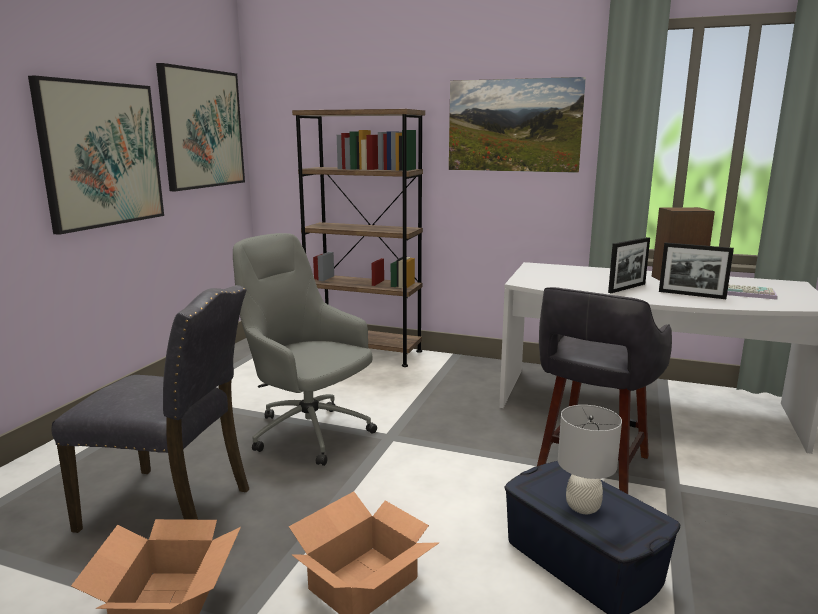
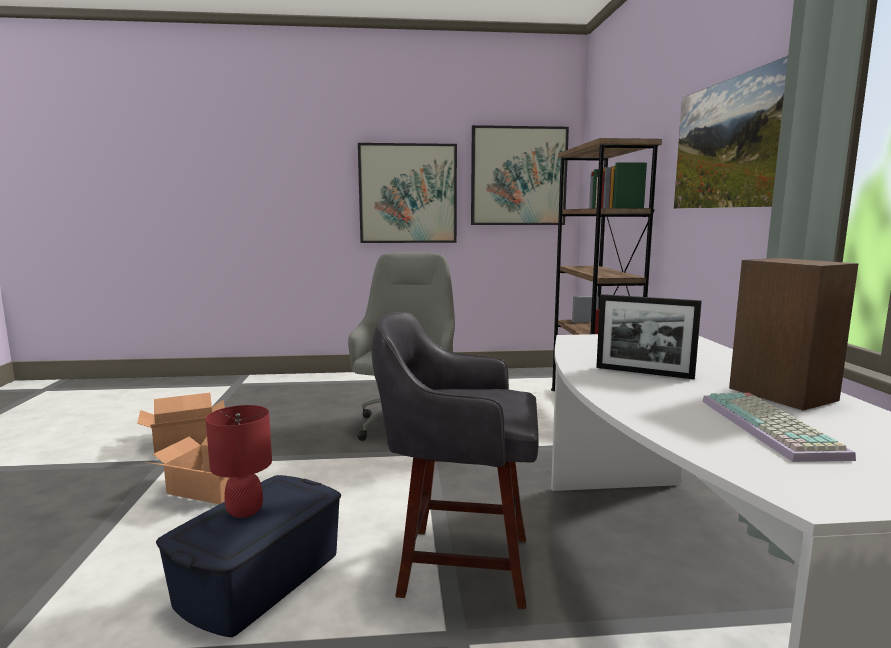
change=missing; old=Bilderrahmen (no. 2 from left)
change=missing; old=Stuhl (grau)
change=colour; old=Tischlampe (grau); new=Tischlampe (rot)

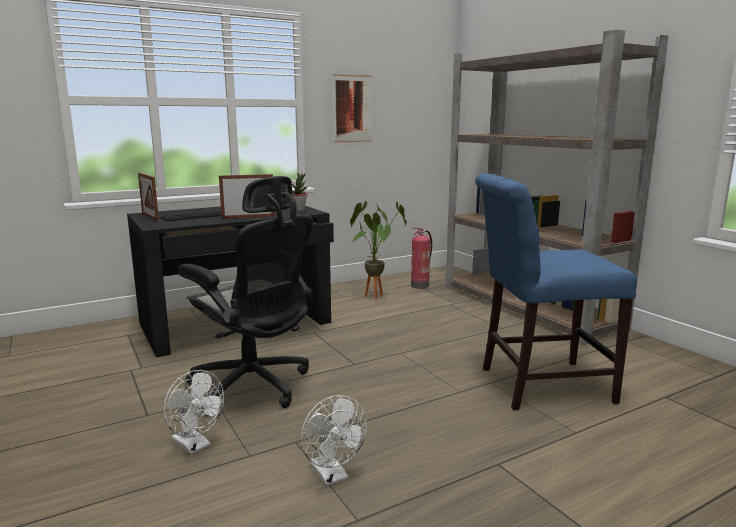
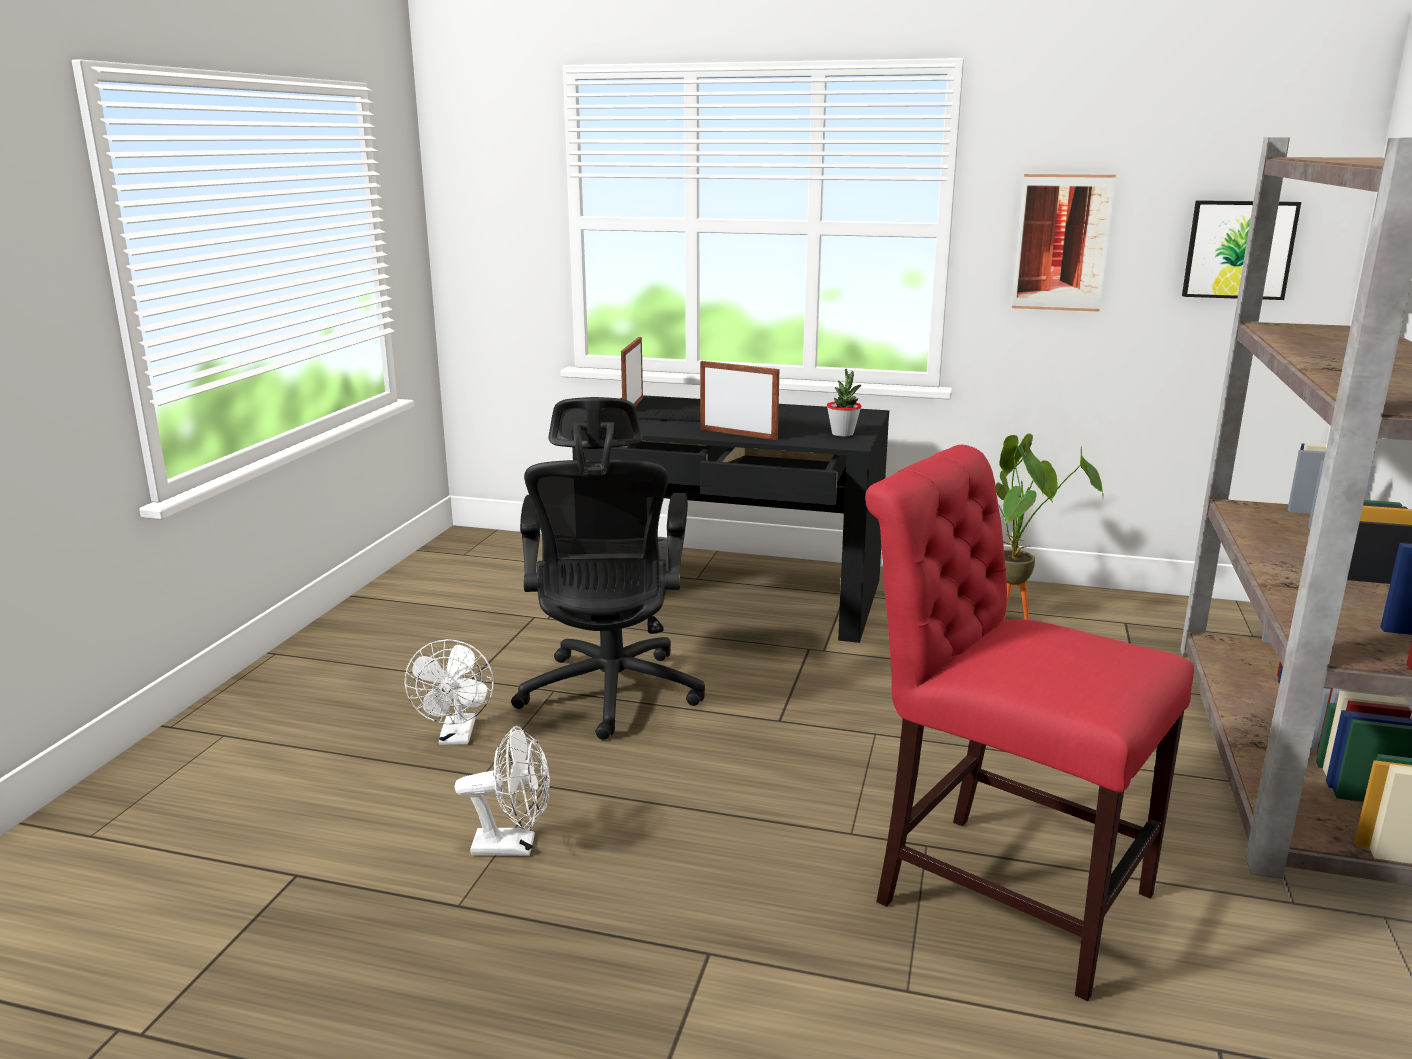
change=colour; old=Stuhl (blau); new=Stuhl (rot)
change=missing; old=Feuerlöscher
change=spun; old=Ventilator (weiß) (no. 2 from left); degrees=-105
change=appeared; new=Bild (no. 2 from left)

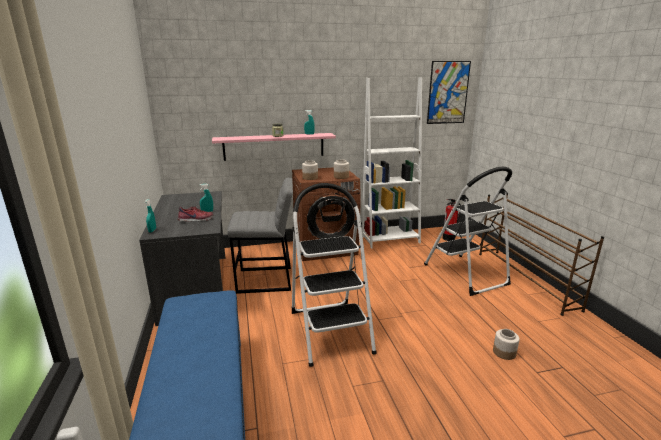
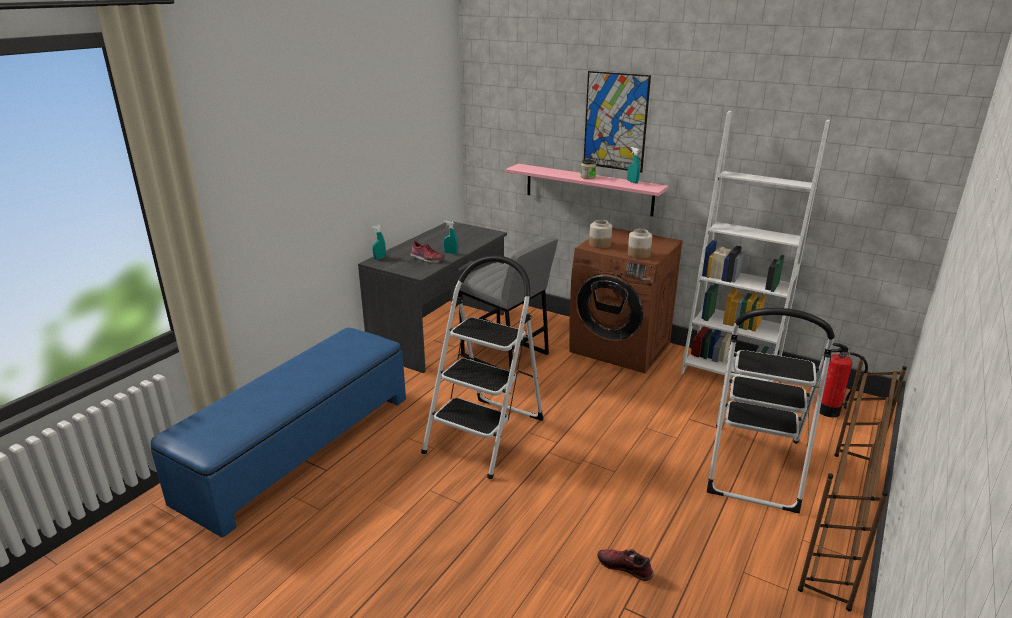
change=relocated; old=Bild
change=exchanged; old=Vorratsglas (no. 4 from left); new=Schuh (no. 2 from left)

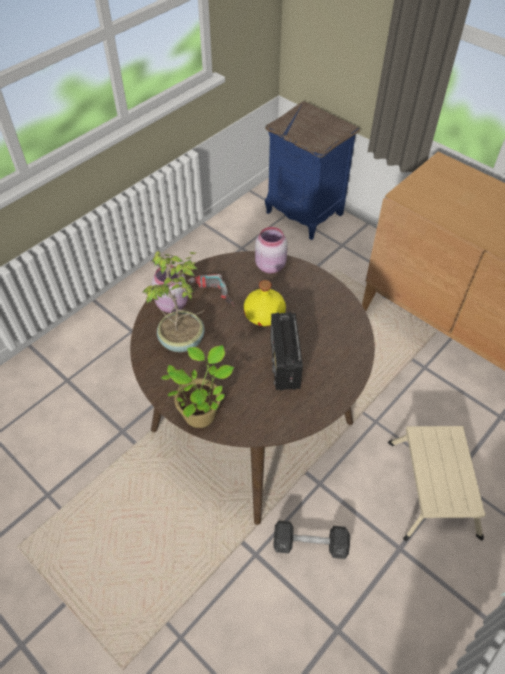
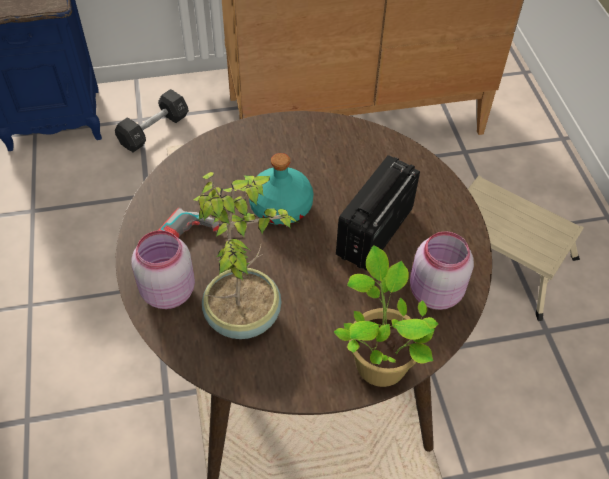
change=relocated; old=Vorratsglas (rosa) (no. 2 from left)
change=colour; old=Flasche (gelb); new=Flasche (türkis)
change=spun; old=Radio; degrees=90
change=relocated; old=Hantel (schwarz)

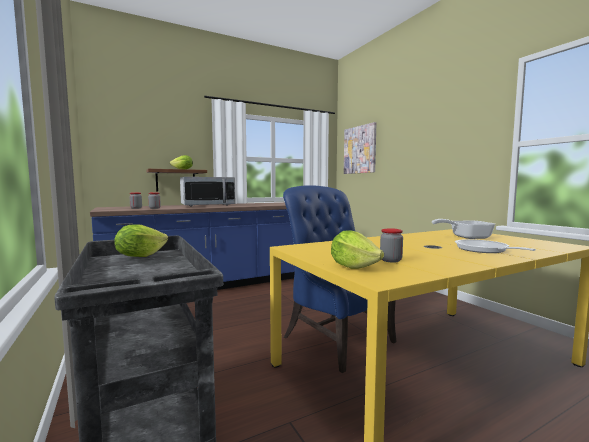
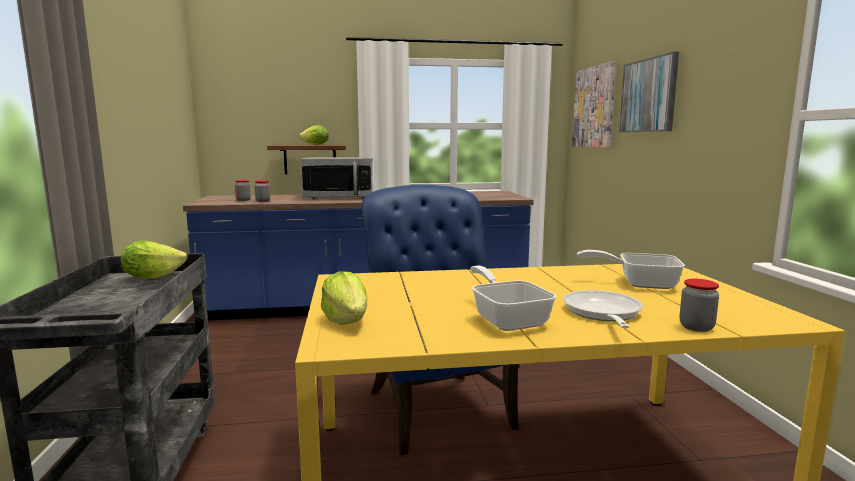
change=relocated; old=Vorratsglas (no. 3 from left)
change=appeared; new=Bild (no. 2 from left)
change=appeared; new=Pfanne (no. 1 from left)

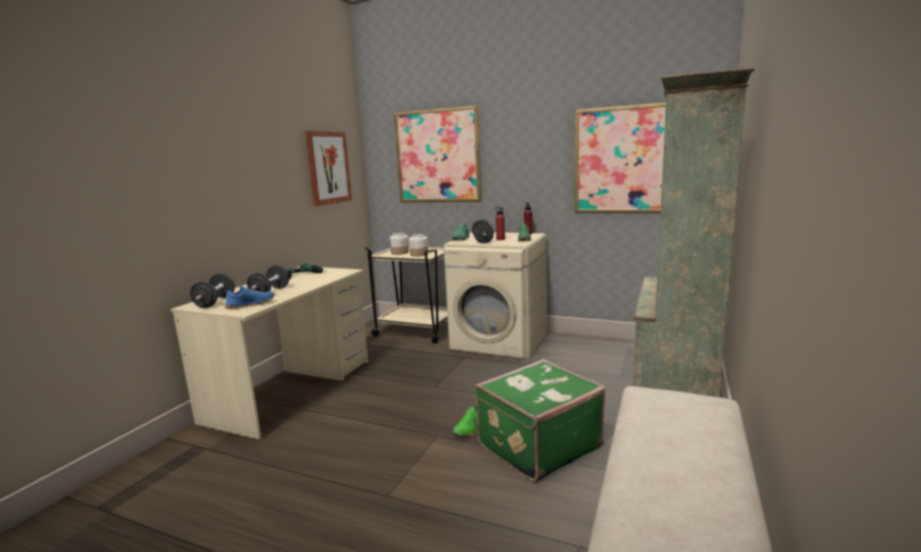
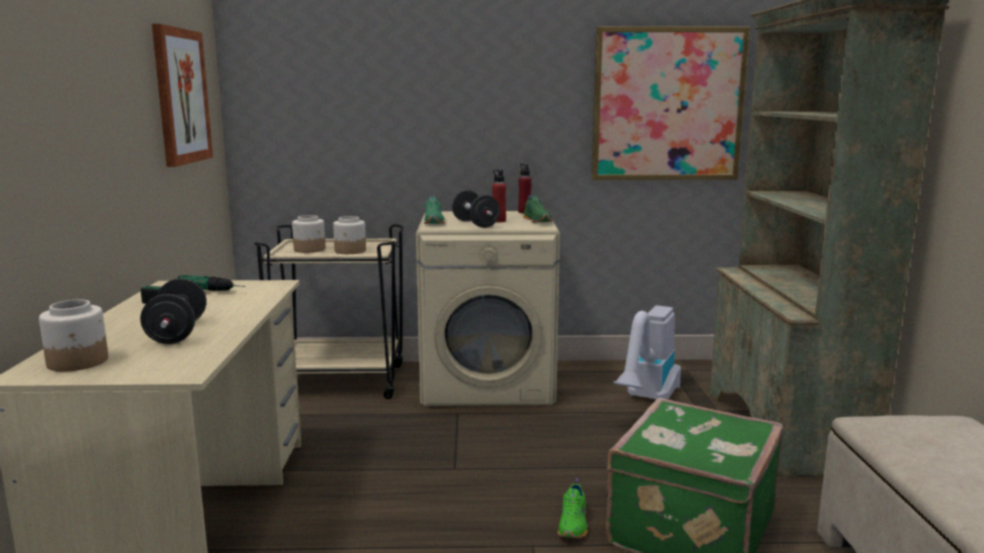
change=missing; old=Bild (no. 2 from left)
change=exchanged; old=Hantel (schwarz) (no. 1 from left); new=Vorratsglas (no. 1 from left)
change=missing; old=Schuh (blau)
change=appeared; new=Staubsauger

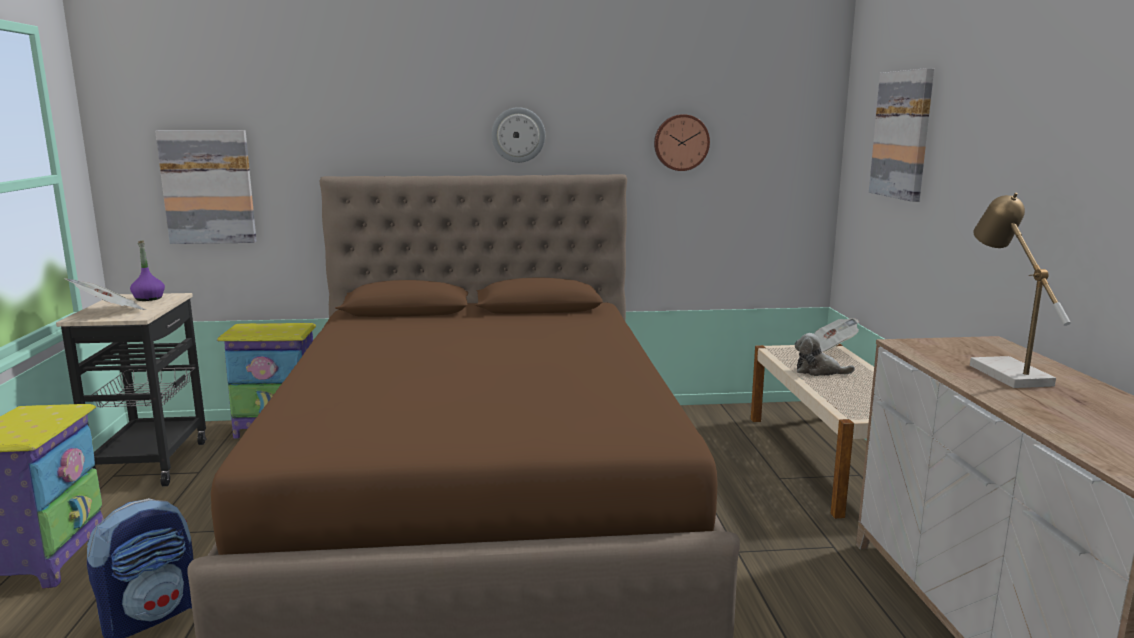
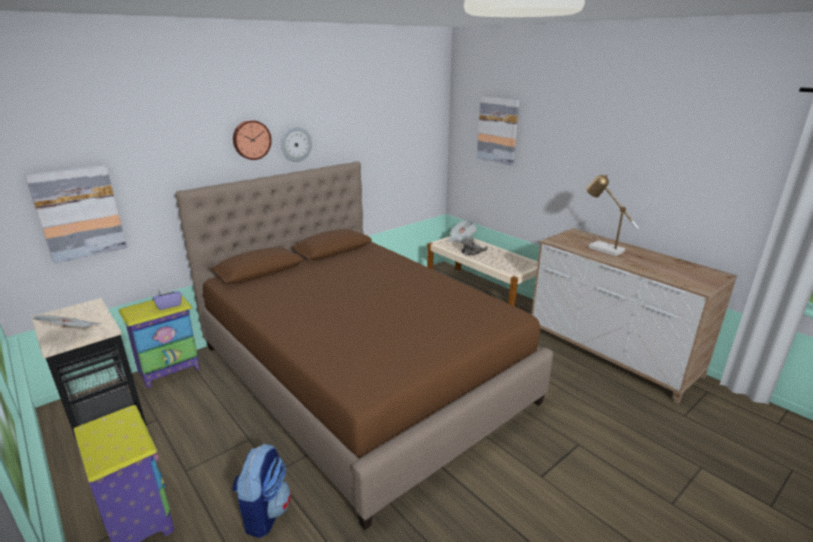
change=relocated; old=Wanduhr (no. 2 from left in the first image); new=Wanduhr (no. 1 from left)
change=missing; old=Flasche (lila)
change=appeared; new=Taschentuchbox (lila)

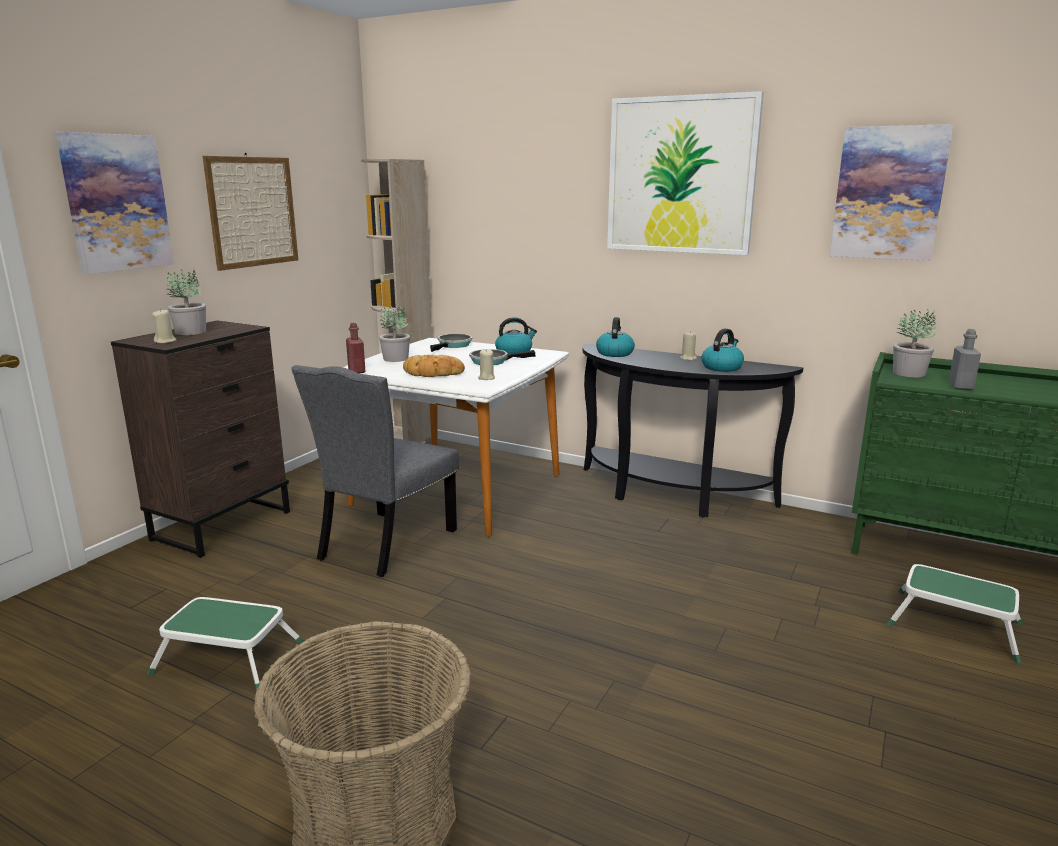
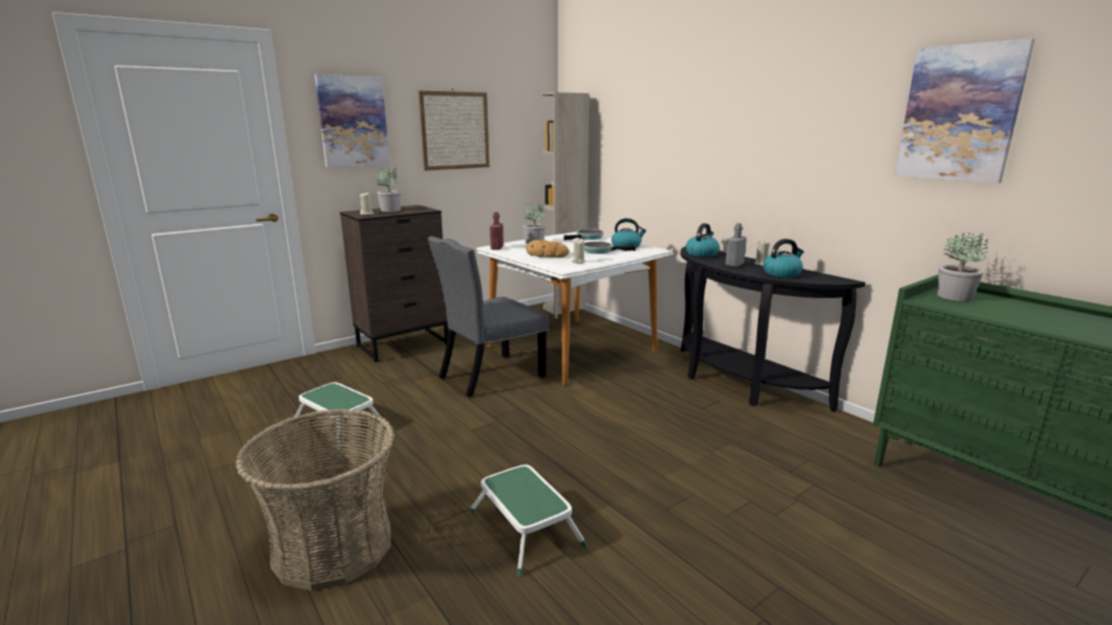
change=missing; old=Bild (no. 3 from left)
change=relocated; old=Flasche (grau)
change=relocated; old=Trittleiter (grün) (no. 2 from left)

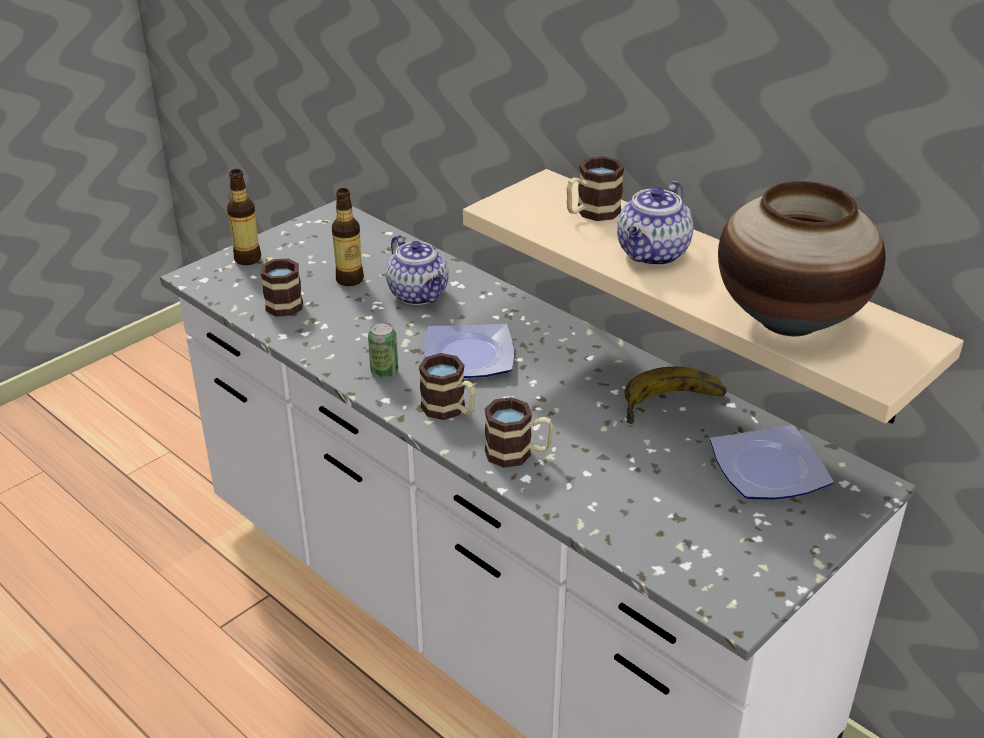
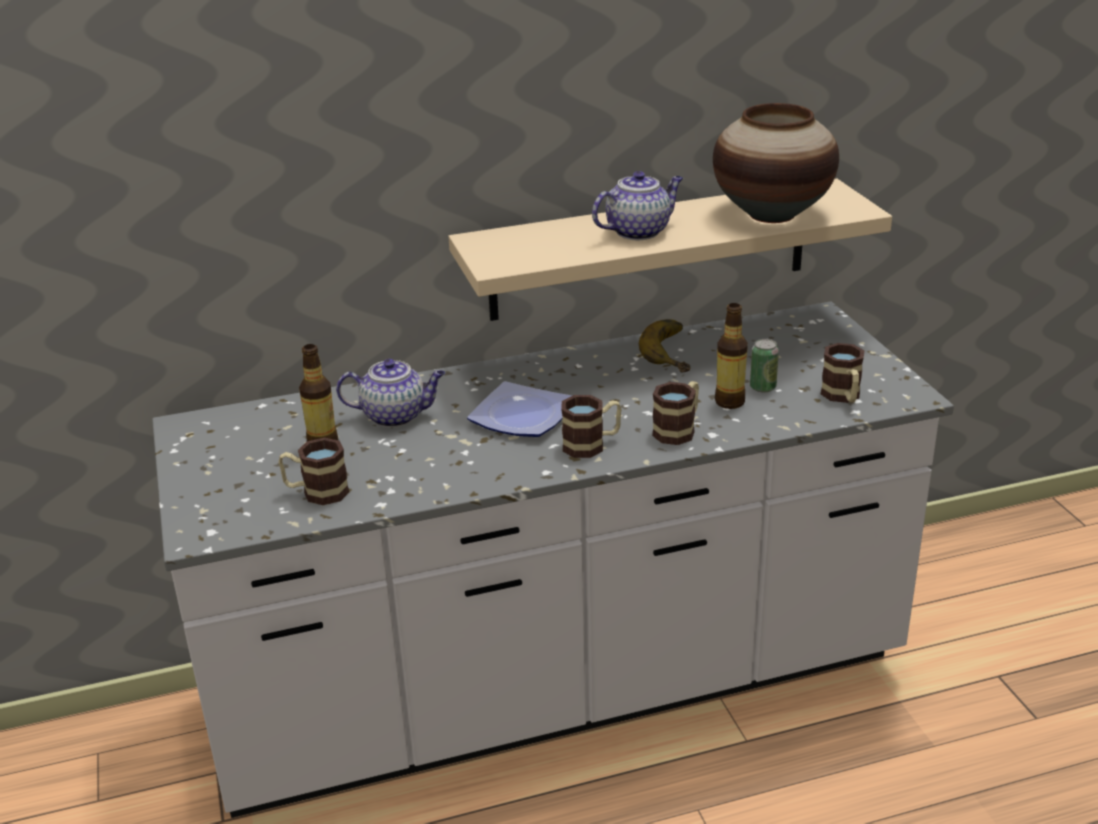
change=relocated; old=Henkelbecher (no. 4 from left)
change=relocated; old=Flasche (no. 1 from left in the first image); new=Flasche (no. 2 from left)
change=spun; old=Teekanne (no. 2 from left); degrees=-90
change=relocated; old=Dose
change=missing; old=Teller (no. 2 from left)

